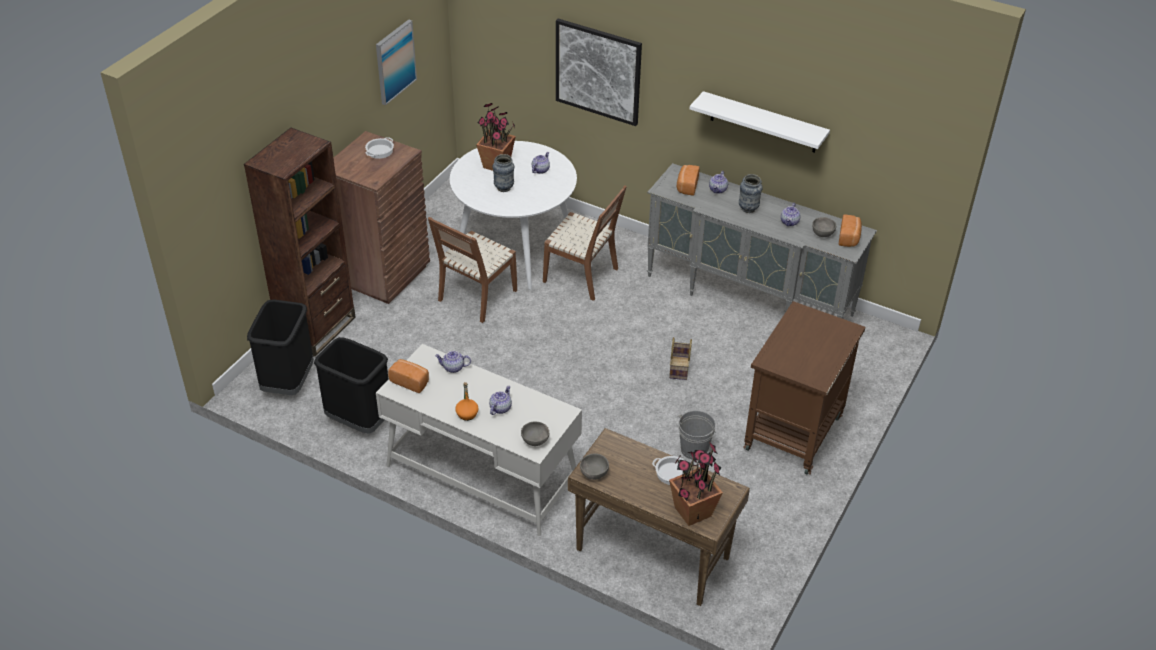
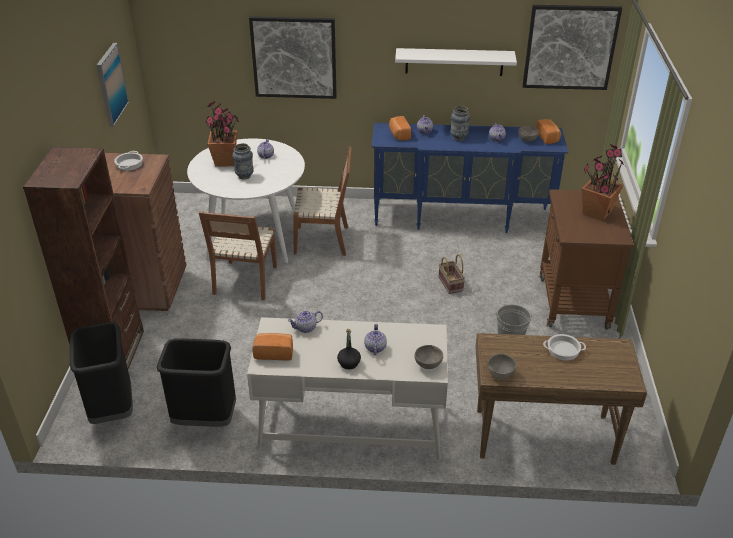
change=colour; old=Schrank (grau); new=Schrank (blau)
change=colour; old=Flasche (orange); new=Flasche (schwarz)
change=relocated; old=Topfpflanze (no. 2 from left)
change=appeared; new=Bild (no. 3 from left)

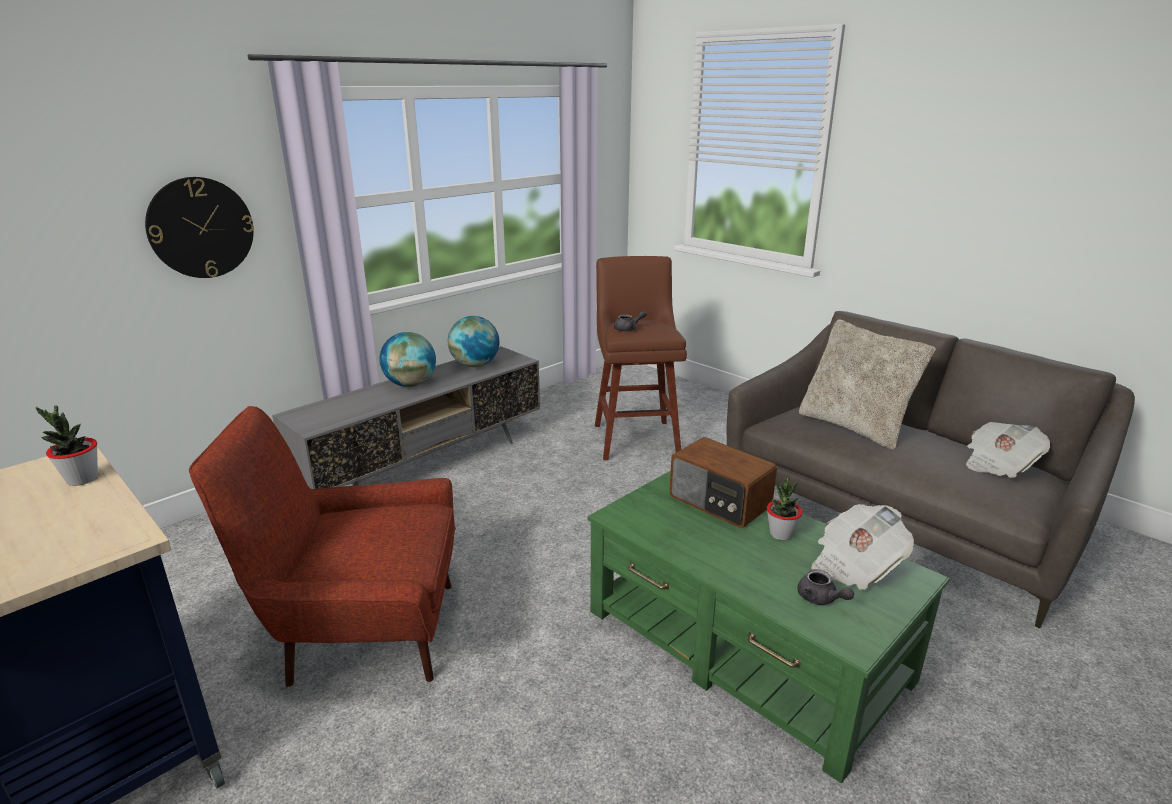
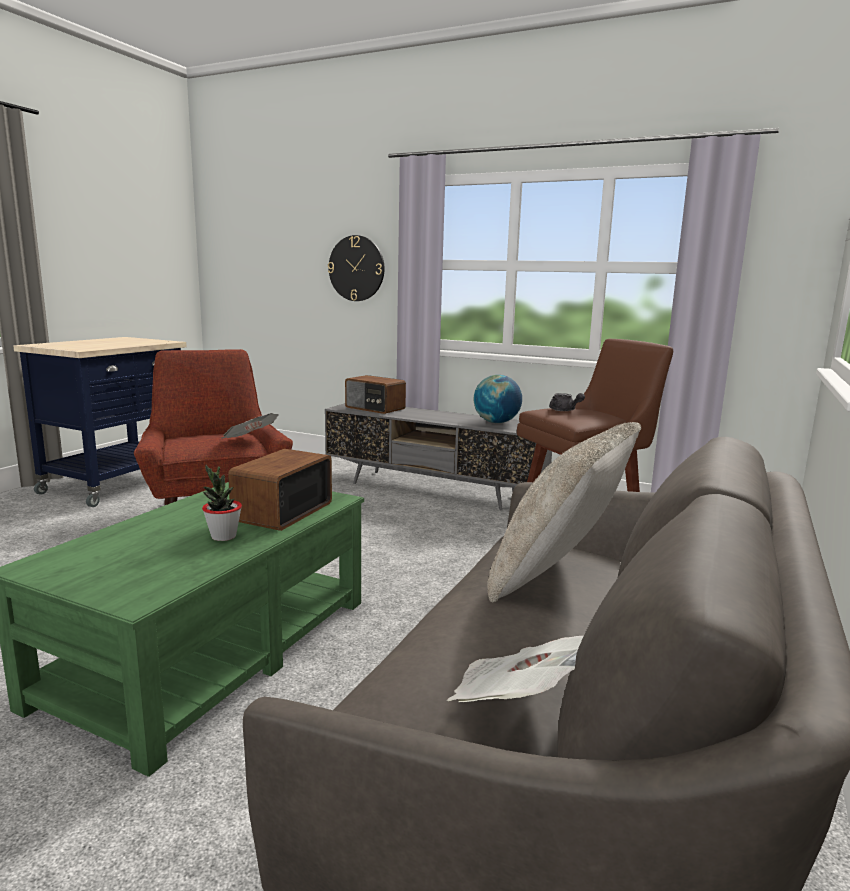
change=missing; old=Globus (no. 1 from left)
change=missing; old=Topfpflanze (no. 1 from left)
change=relocated; old=Zeitung (no. 1 from left)
change=missing; old=Teekanne (grau) (no. 2 from left)
change=appeared; new=Radio (no. 2 from left)

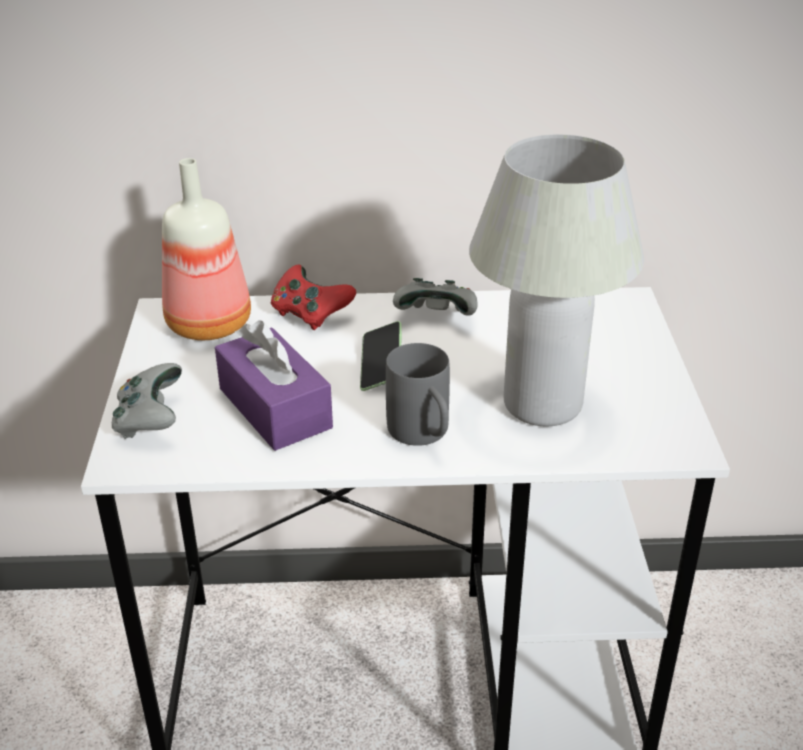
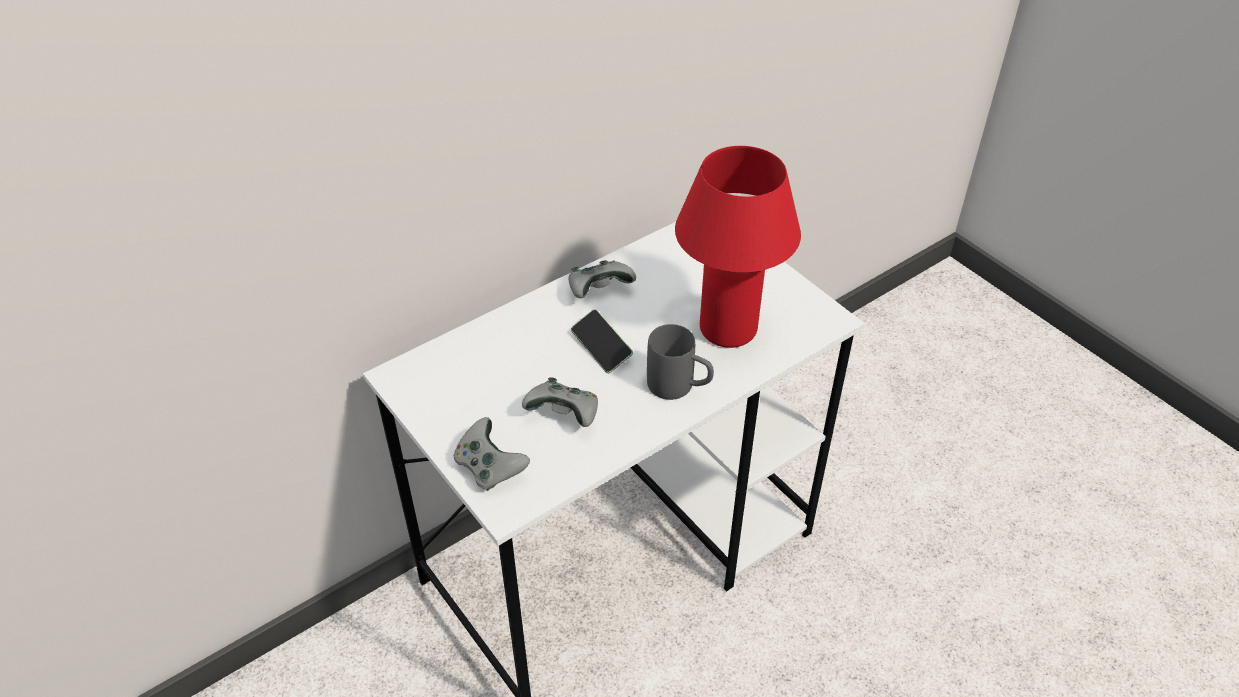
change=colour; old=Tischlampe (weiß); new=Tischlampe (rot)
change=missing; old=Flasche
change=missing; old=Gamepad (rot)
change=exchanged; old=Taschentuchbox (lila); new=Gamepad (grau) (no. 2 from left)

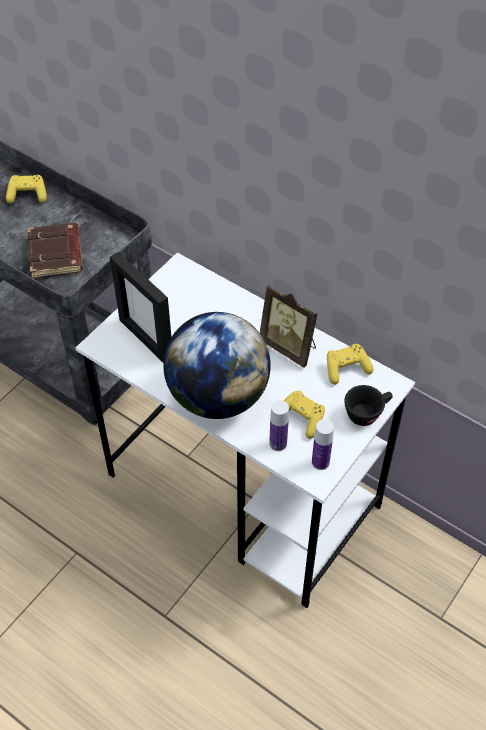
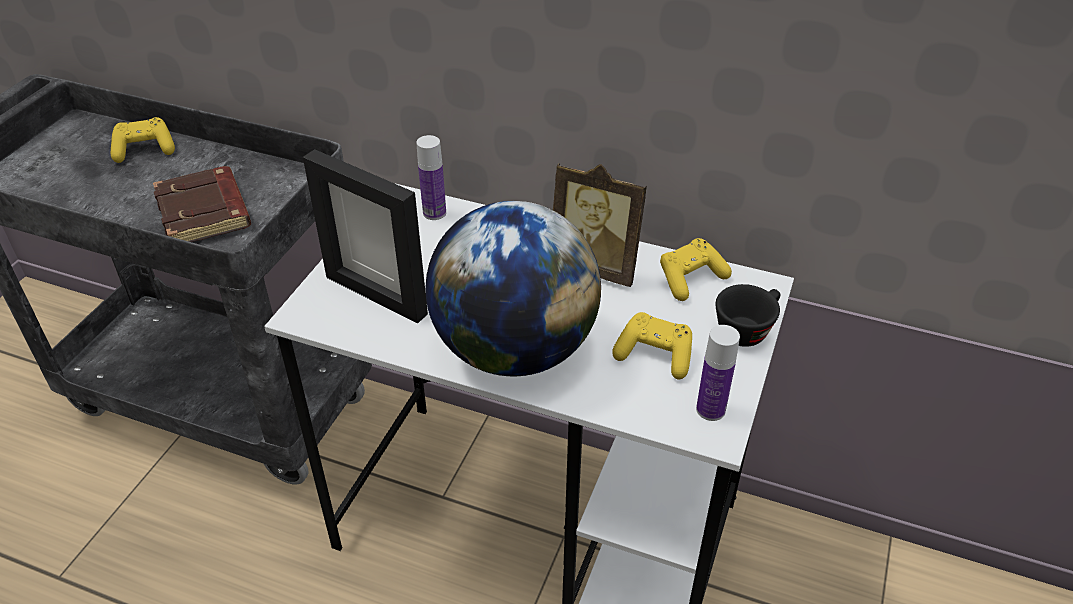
change=relocated; old=Flasche (no. 1 from left)

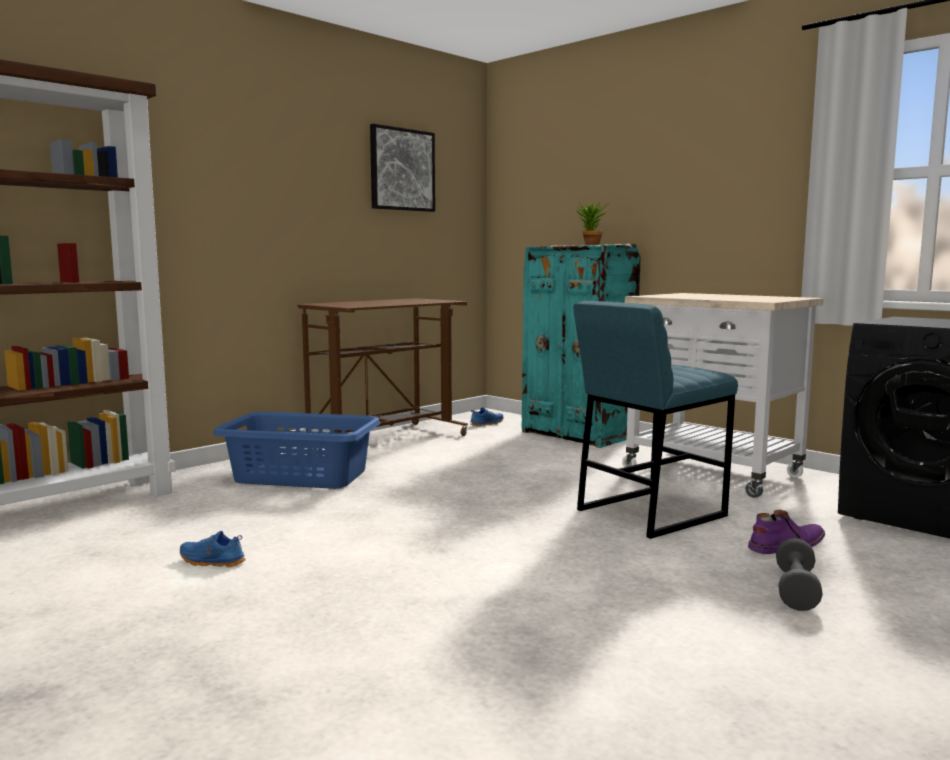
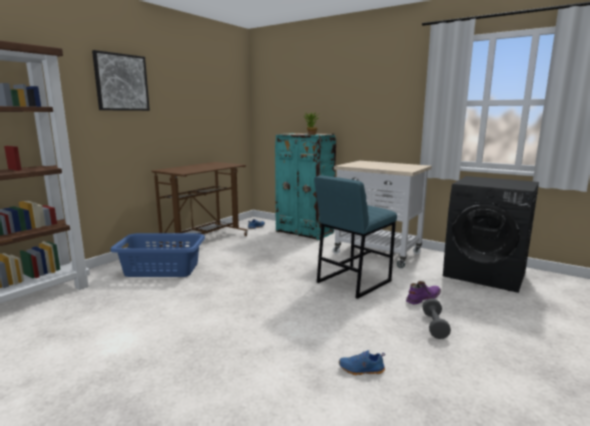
change=relocated; old=Bild
change=relocated; old=Schuh (blau) (no. 1 from left in the first image); new=Schuh (blau) (no. 2 from left)

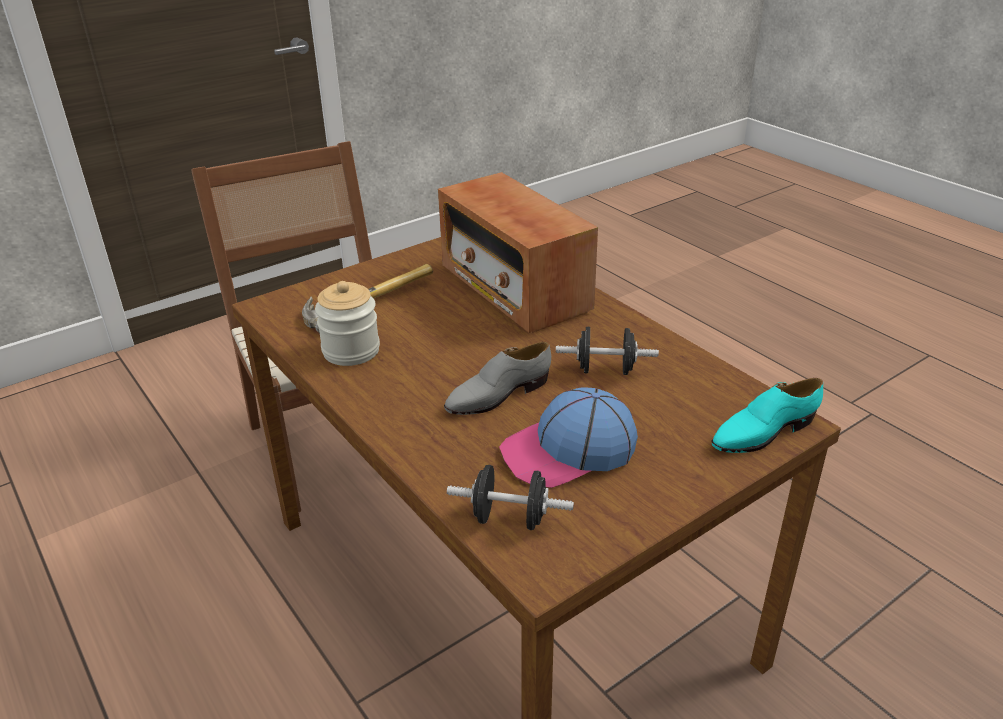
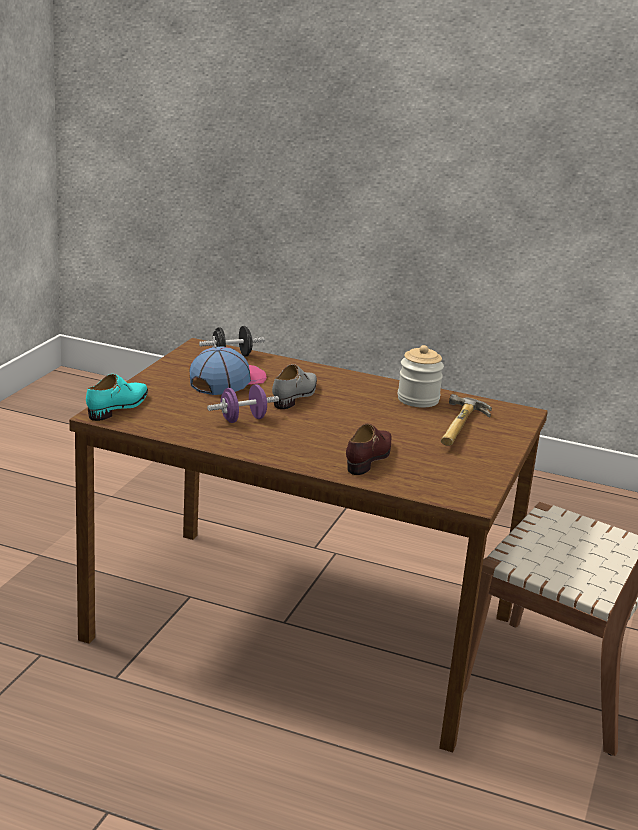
change=exchanged; old=Radio; new=Schuh (braun)
change=colour; old=Hantel (schwarz) (no. 2 from left); new=Hantel (lila)

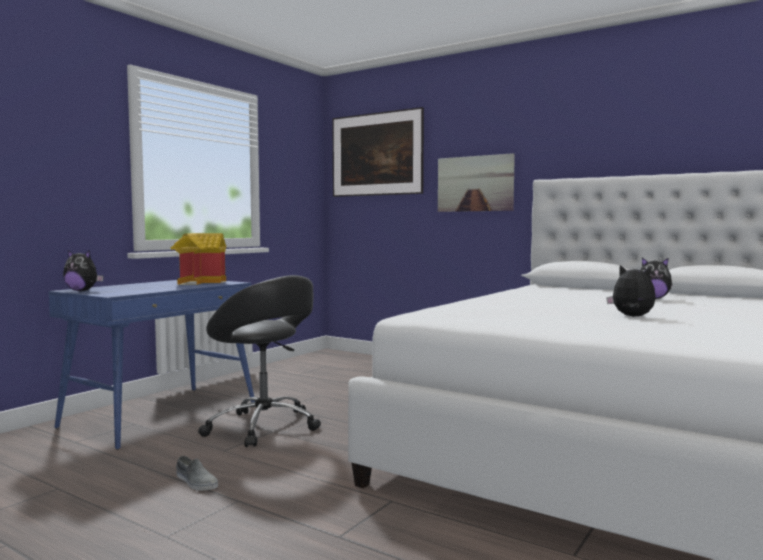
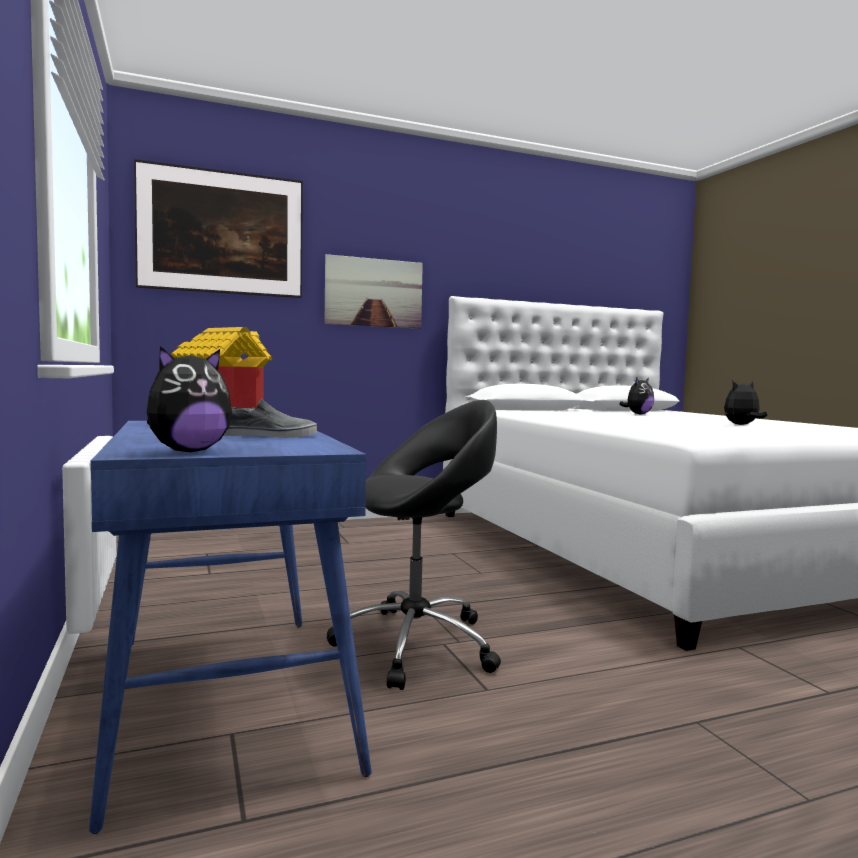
change=relocated; old=Schuh (grau)

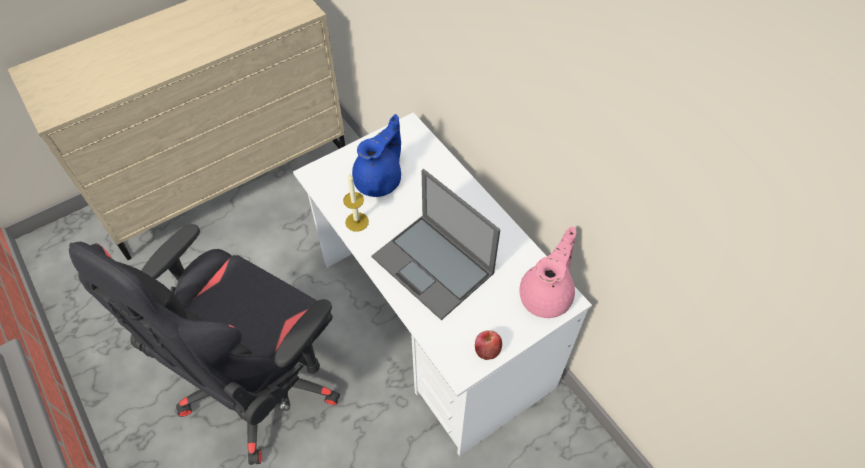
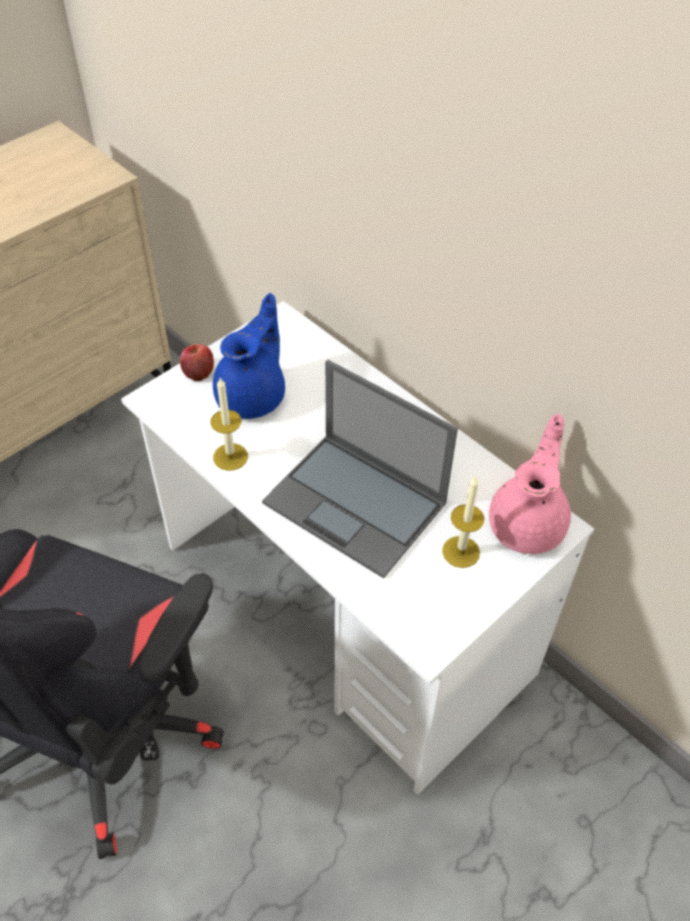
change=relocated; old=Apfel
change=appeared; new=Kerze (no. 2 from left)

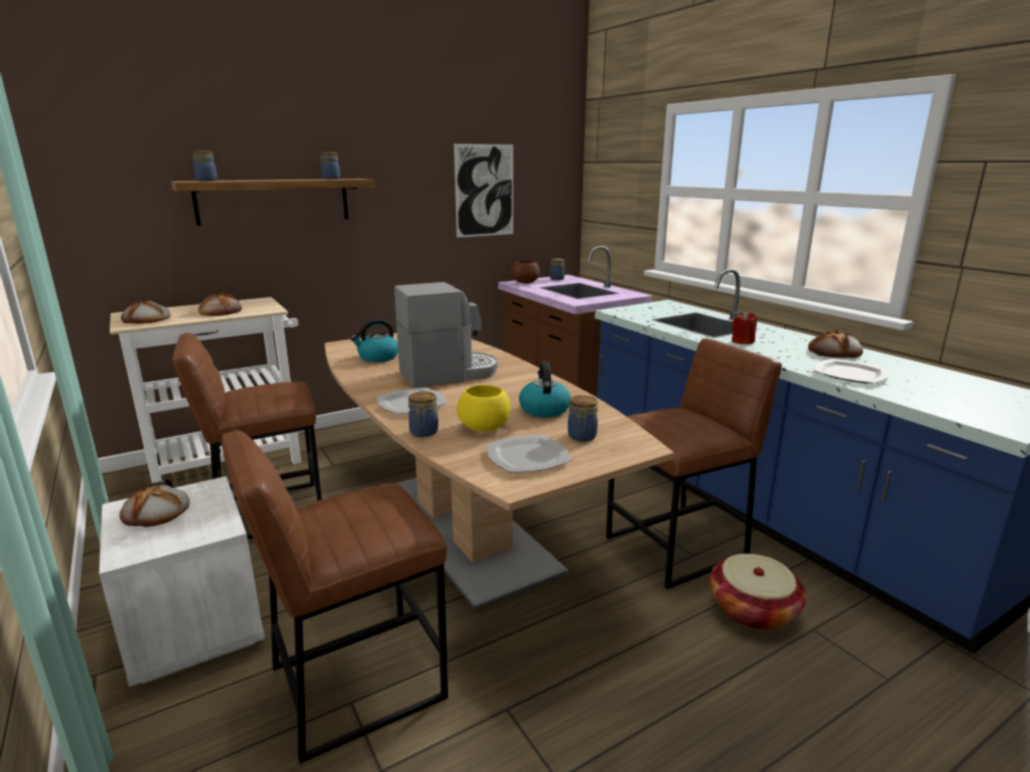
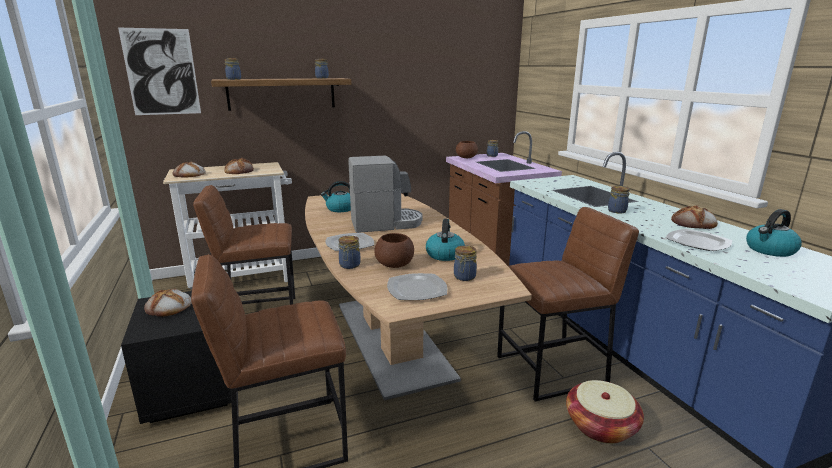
change=relocated; old=Bild
change=exchanged; old=Kerze (rot); new=Vorratsglas (no. 6 from left)
change=colour; old=Schüssel (gelb); new=Schüssel (braun) (no. 1 from left)
change=colour; old=Nachttisch (weiß); new=Nachttisch (schwarz)
change=appeared; new=Wasserkessel (no. 3 from left)

